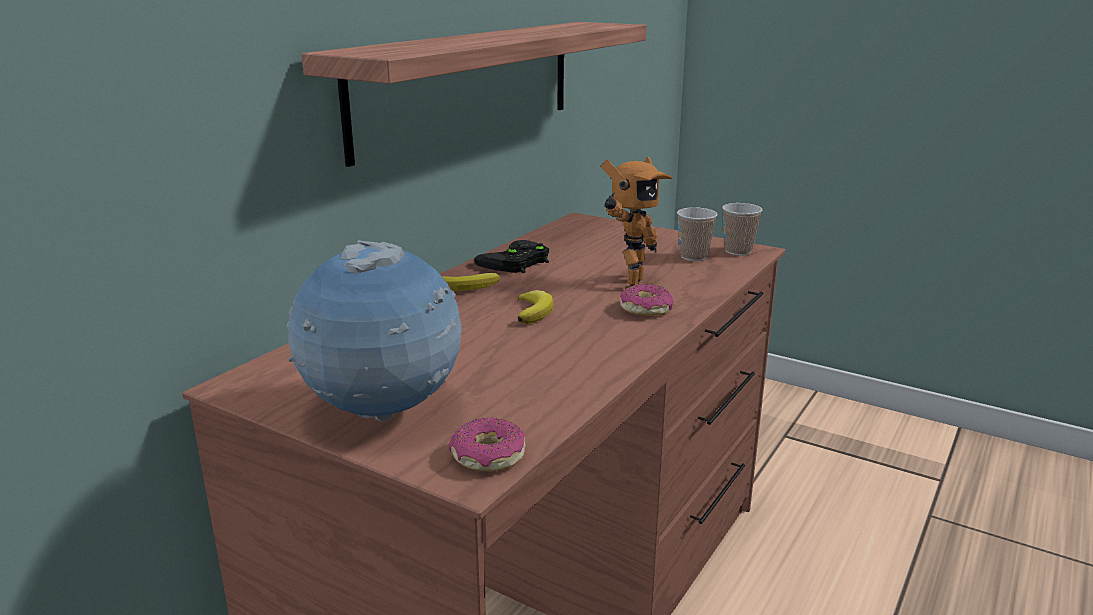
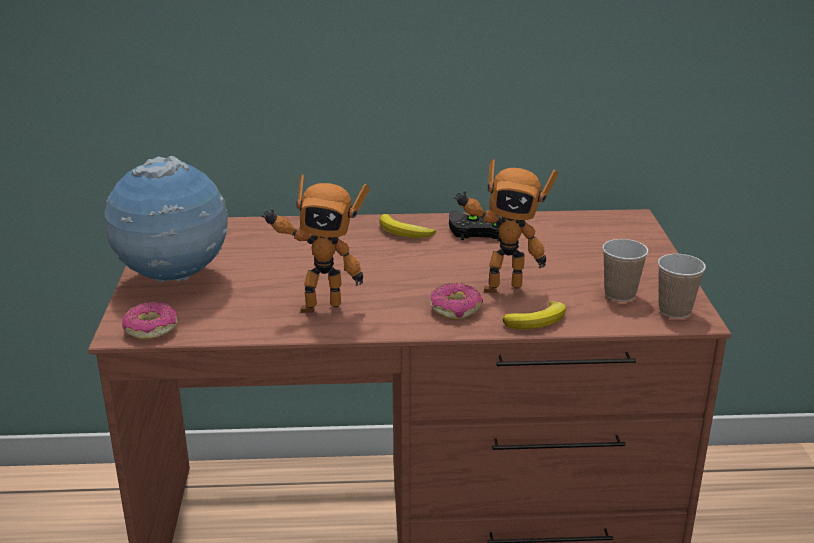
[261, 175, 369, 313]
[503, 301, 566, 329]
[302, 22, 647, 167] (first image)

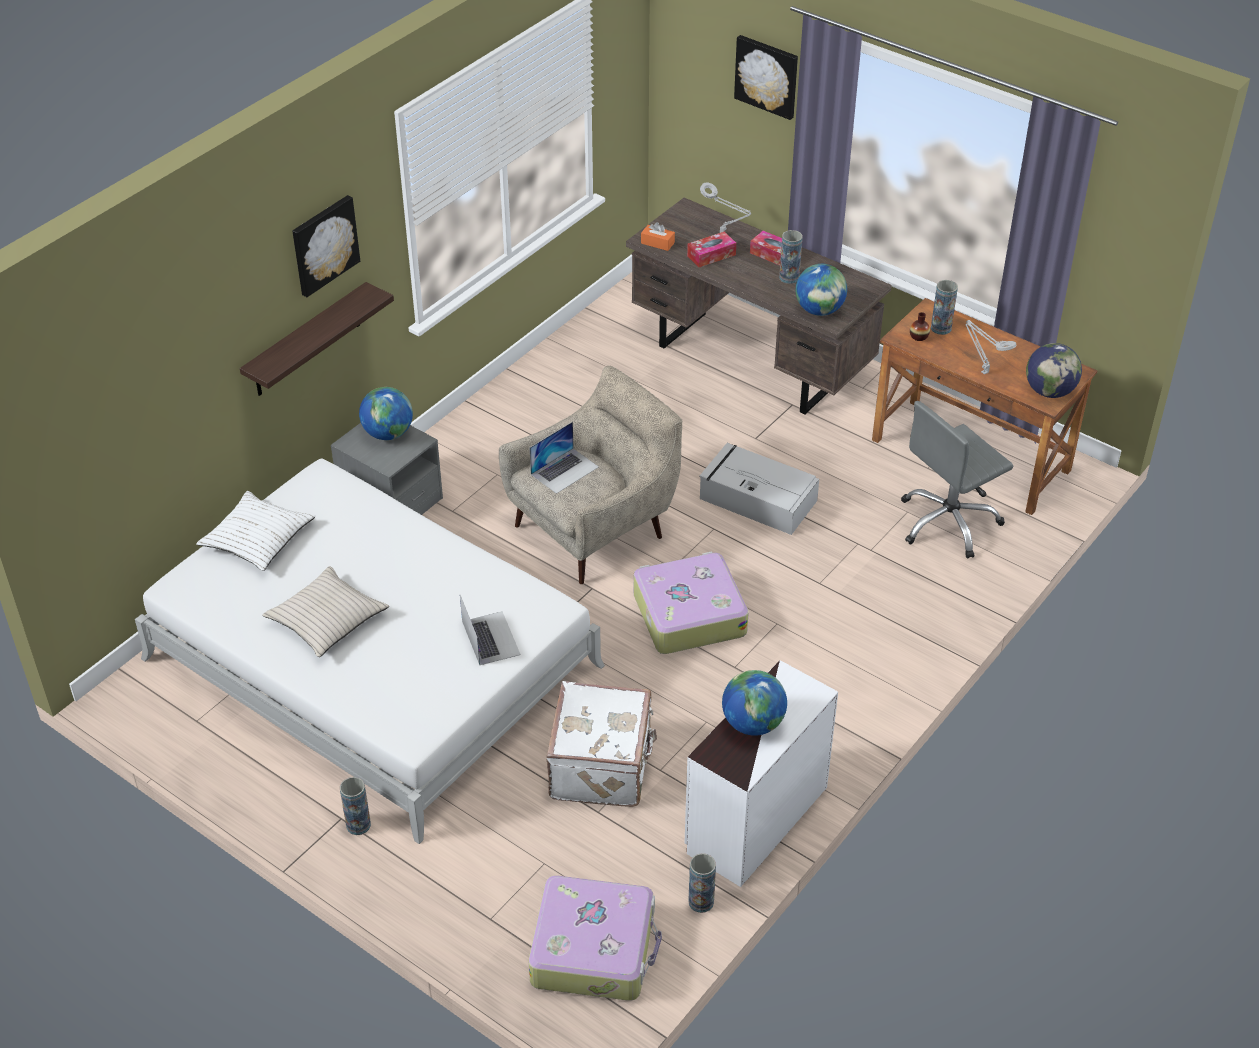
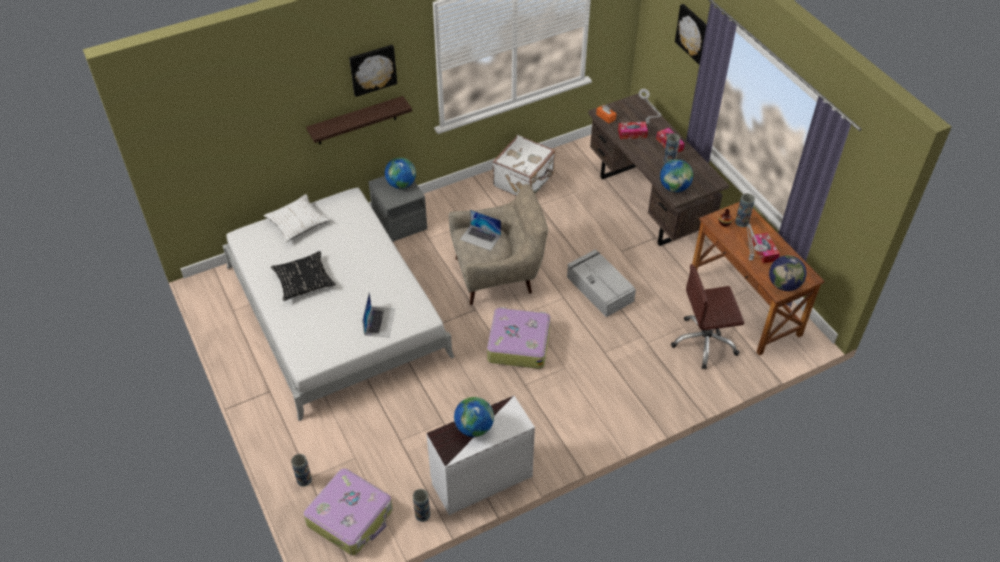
[271, 251, 336, 301]
[291, 454, 312, 486]
[460, 210, 501, 251]
[492, 135, 555, 196]
[671, 264, 744, 369]
[752, 232, 780, 263]

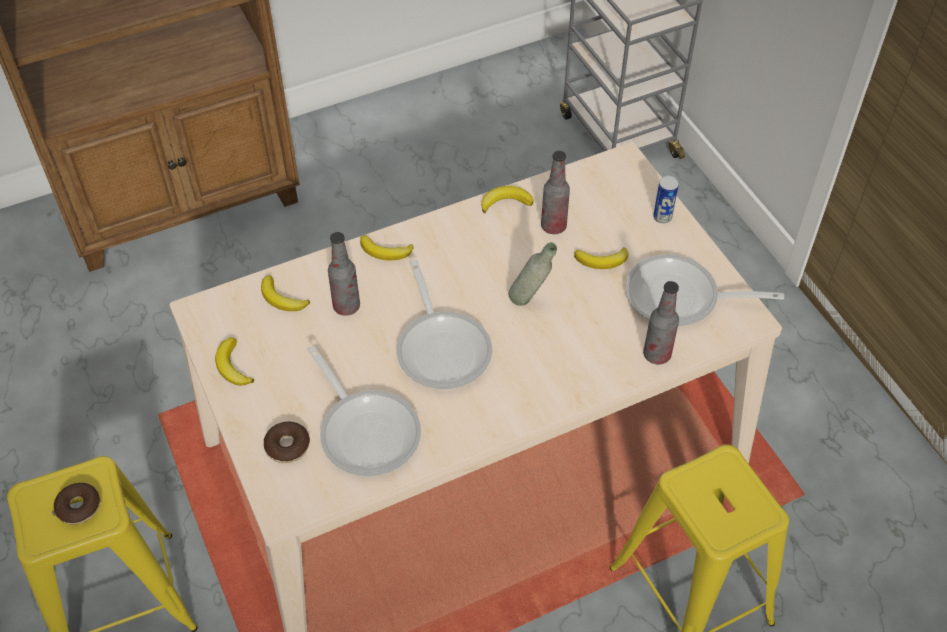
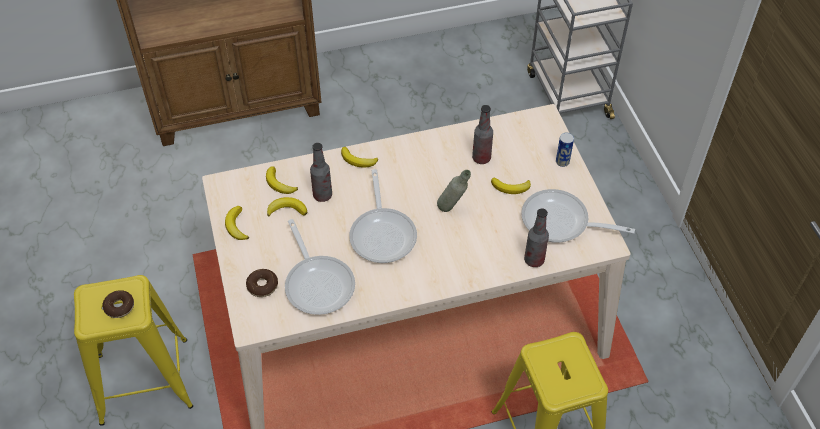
[267, 197, 307, 217]

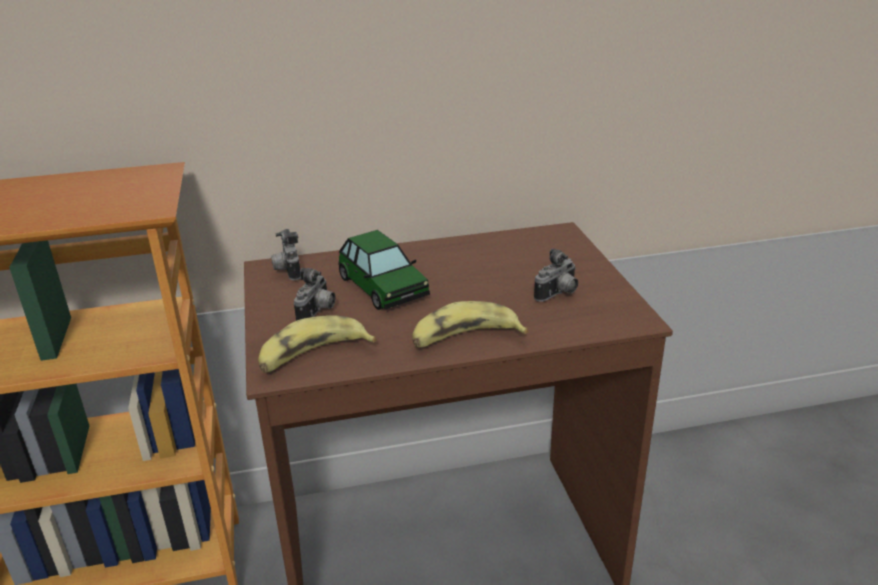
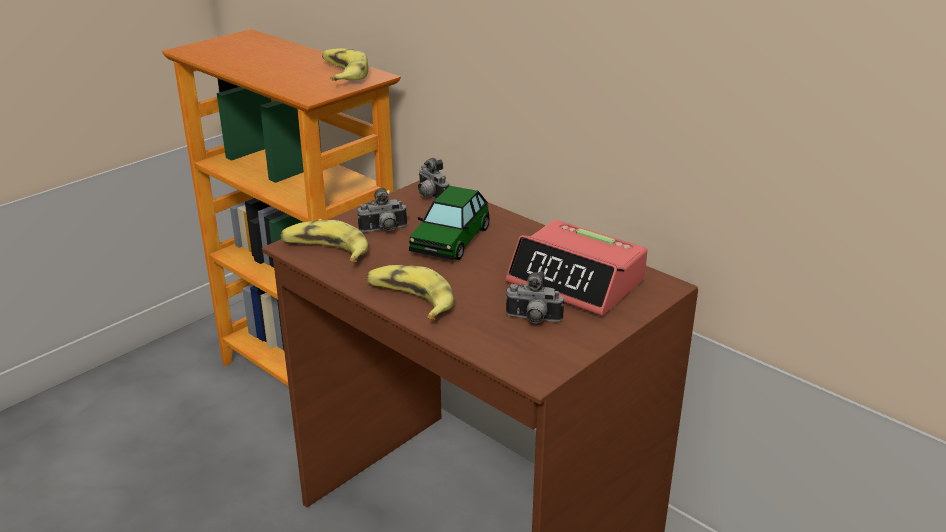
[322, 48, 368, 81]
[418, 158, 449, 199]
[506, 220, 647, 316]

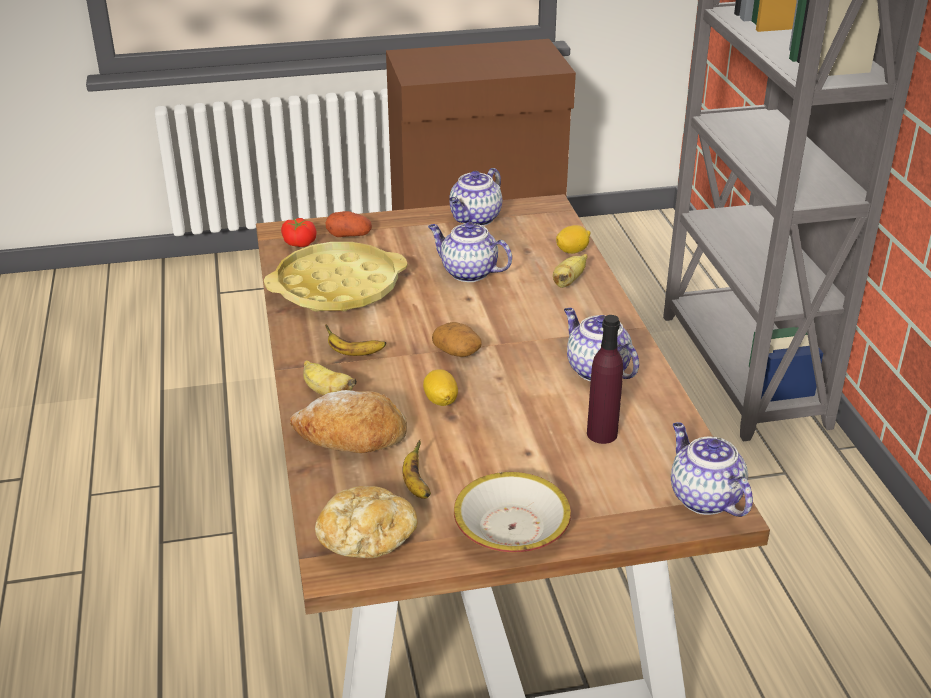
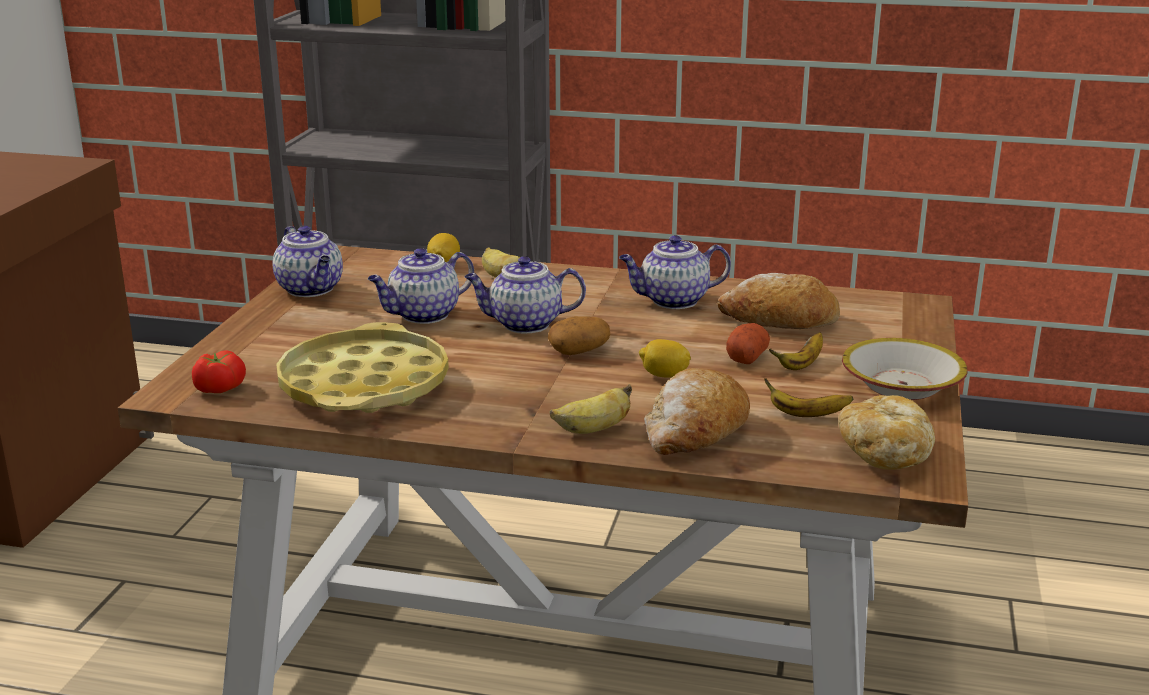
[464, 256, 586, 333]
[717, 273, 840, 329]
[726, 323, 770, 364]
[769, 332, 823, 370]

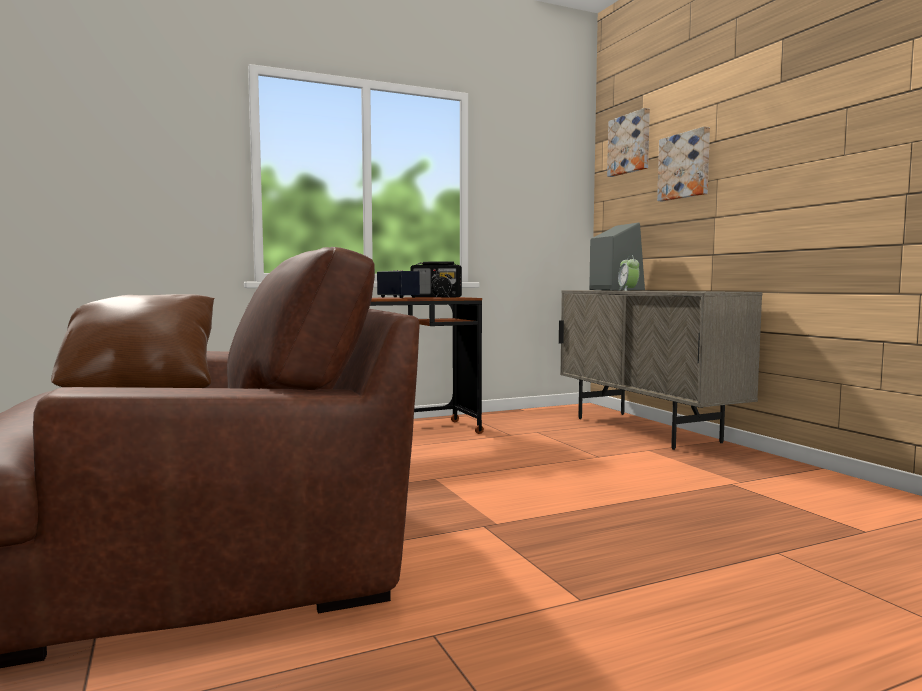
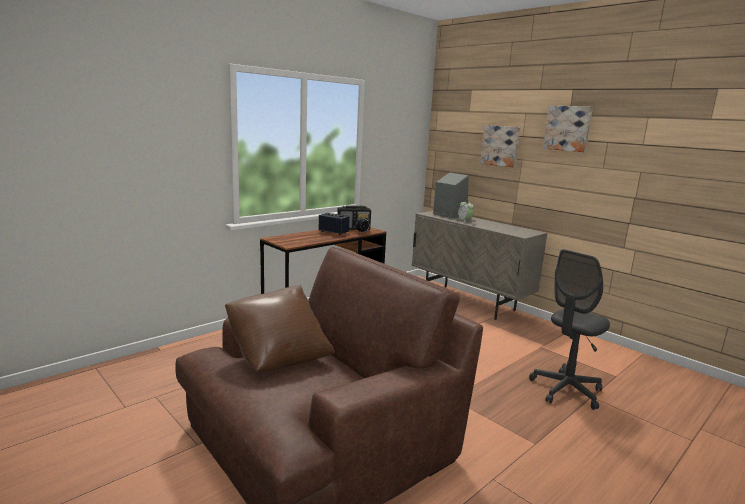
[529, 249, 610, 410]
[543, 106, 593, 152]

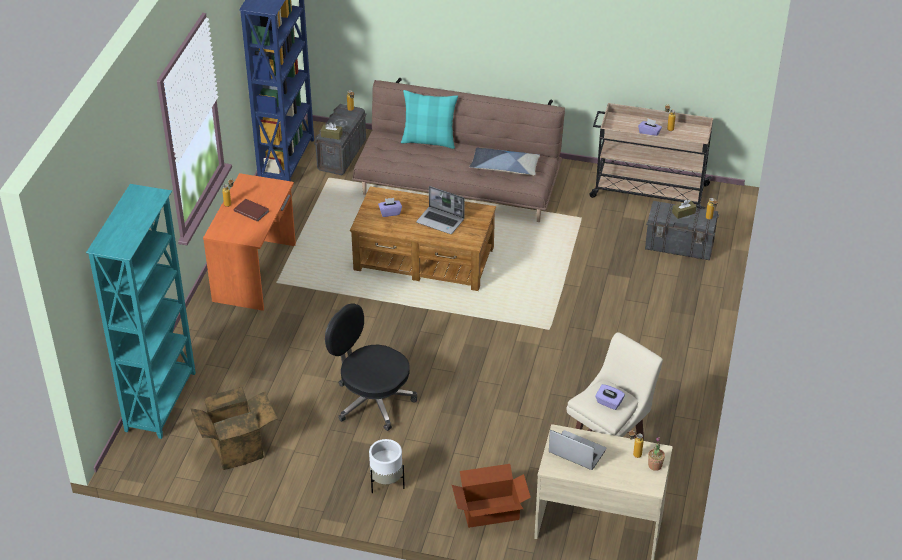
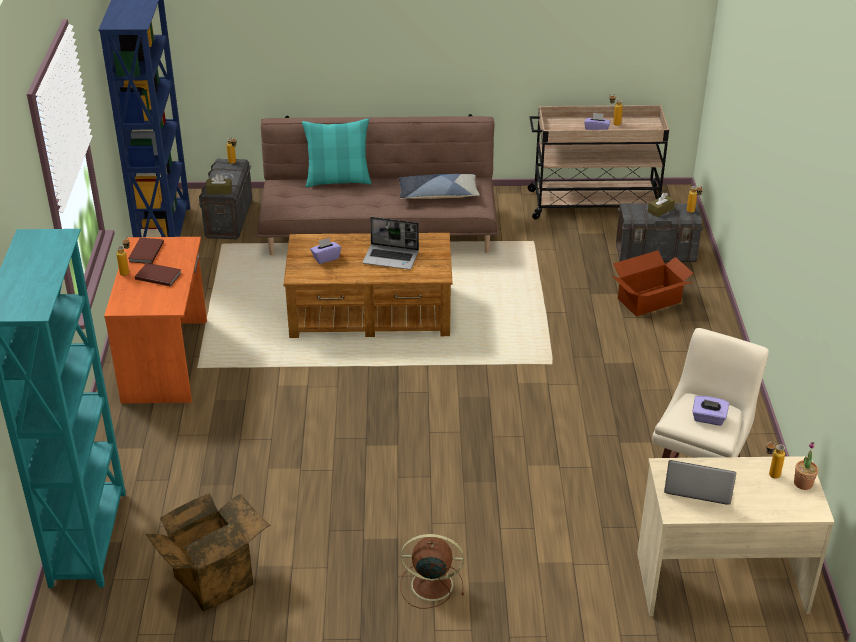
[128, 238, 164, 264]
[400, 534, 464, 609]
[612, 250, 693, 316]
[325, 303, 417, 431] (first image)

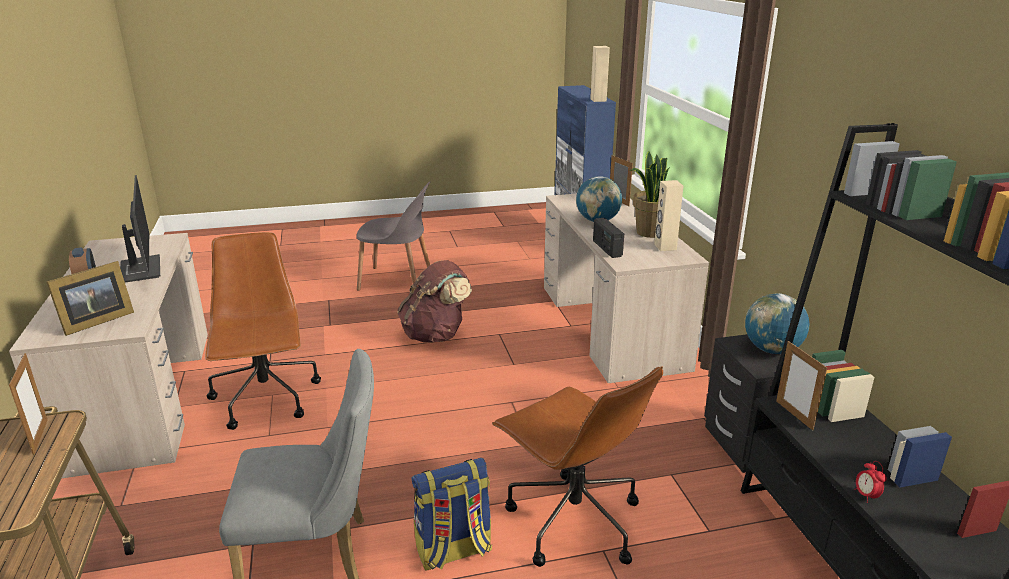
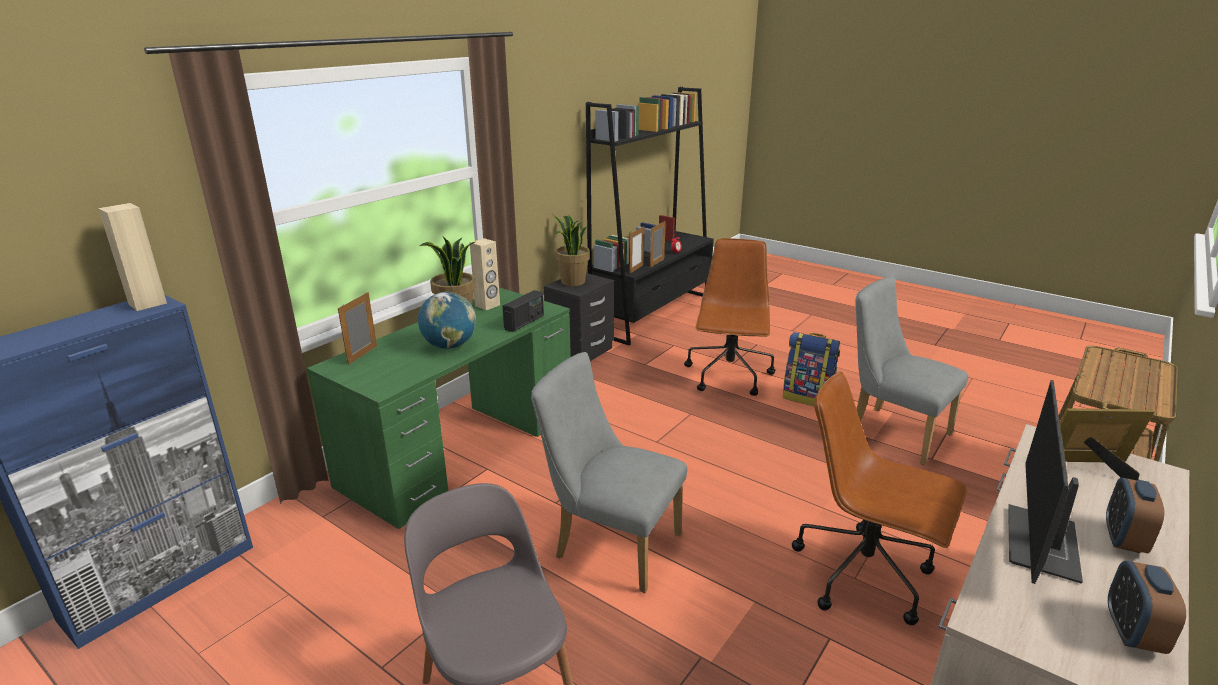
[307, 288, 571, 529]
[531, 352, 687, 593]
[552, 214, 590, 286]
[650, 221, 666, 267]
[792, 371, 967, 625]
[1108, 561, 1186, 654]

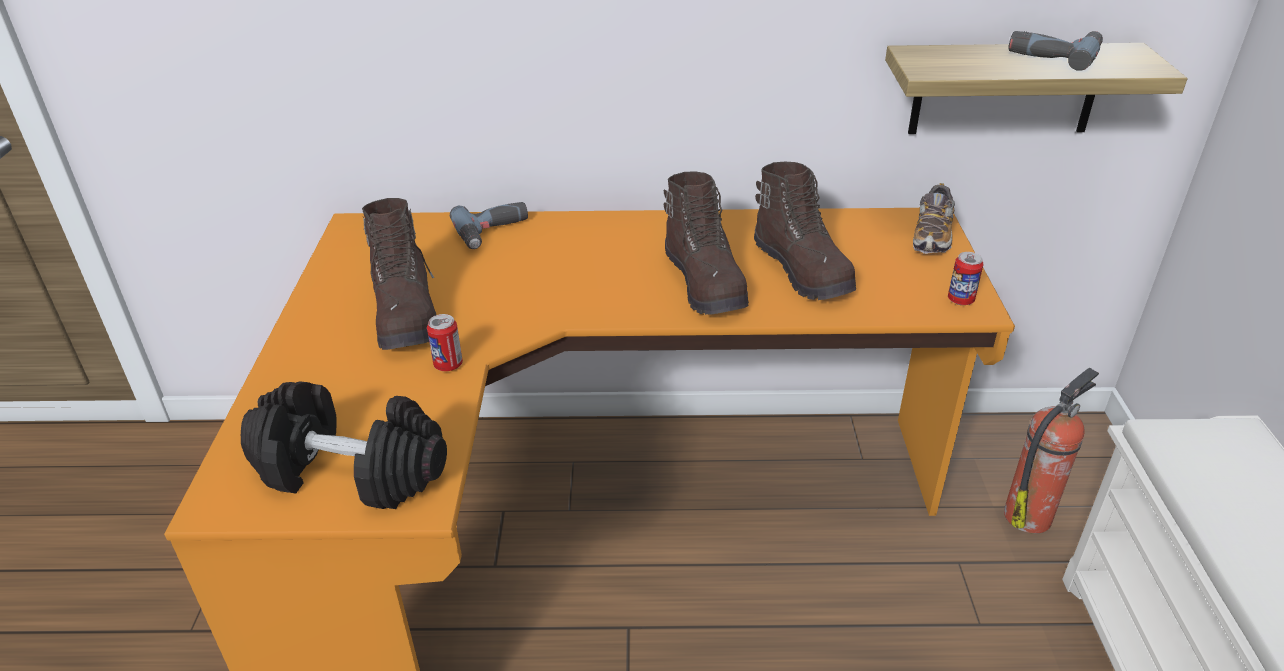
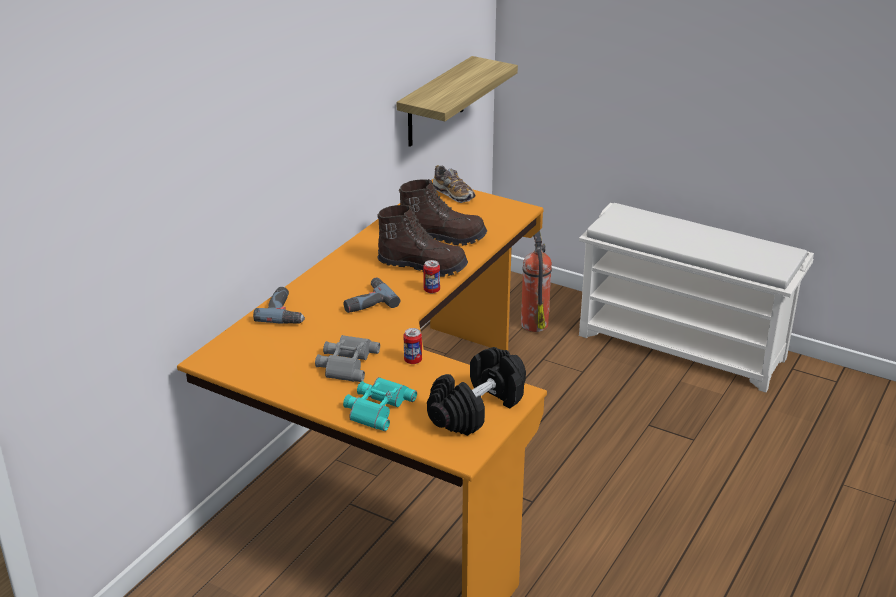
[315, 335, 380, 382]
[343, 277, 401, 313]
[343, 377, 417, 431]
[423, 260, 440, 293]

